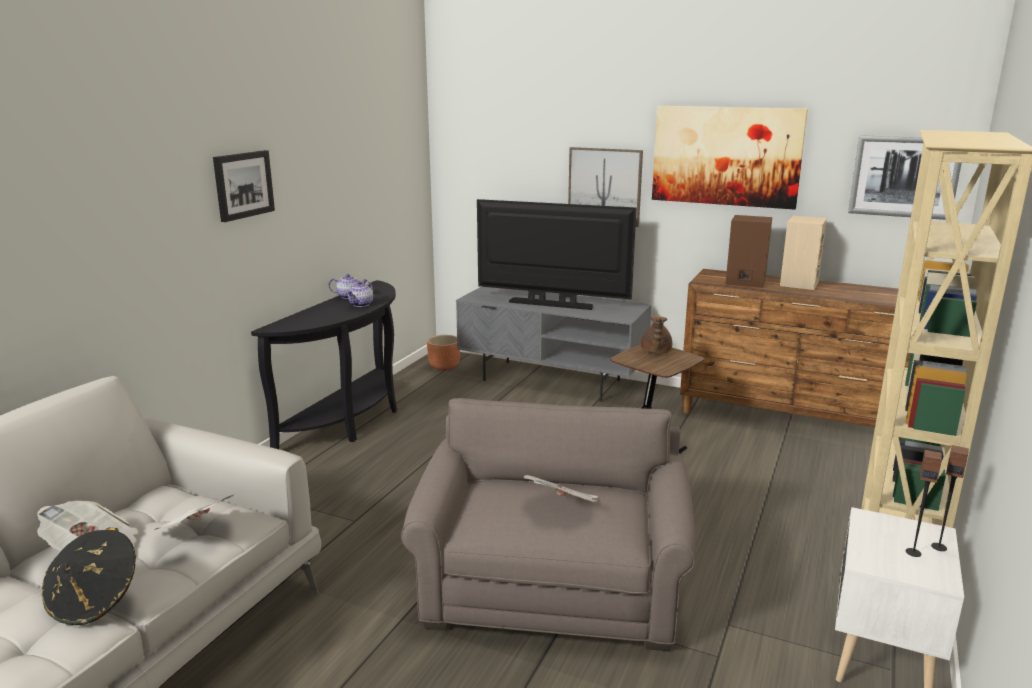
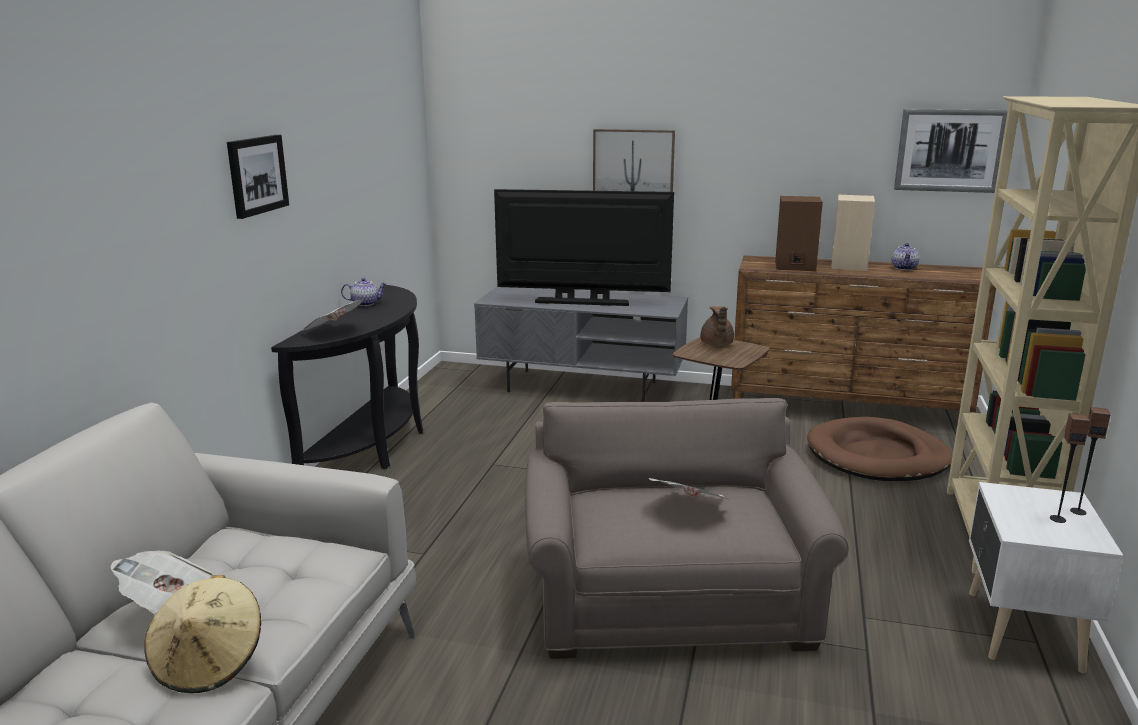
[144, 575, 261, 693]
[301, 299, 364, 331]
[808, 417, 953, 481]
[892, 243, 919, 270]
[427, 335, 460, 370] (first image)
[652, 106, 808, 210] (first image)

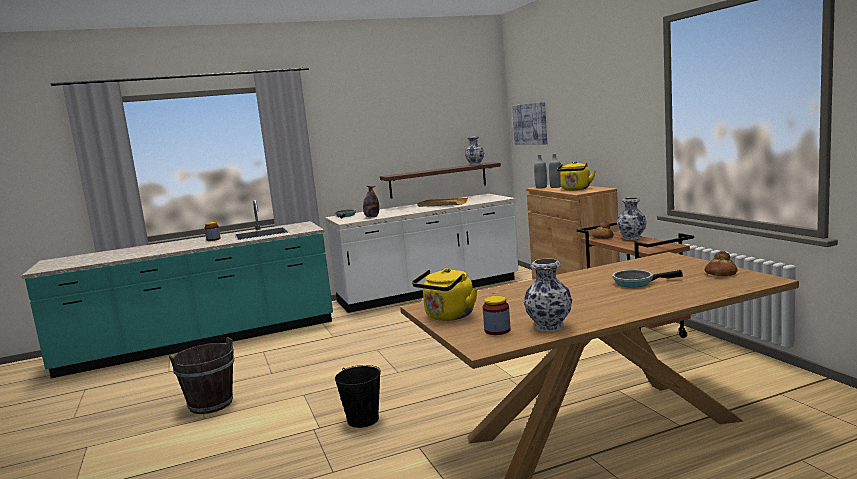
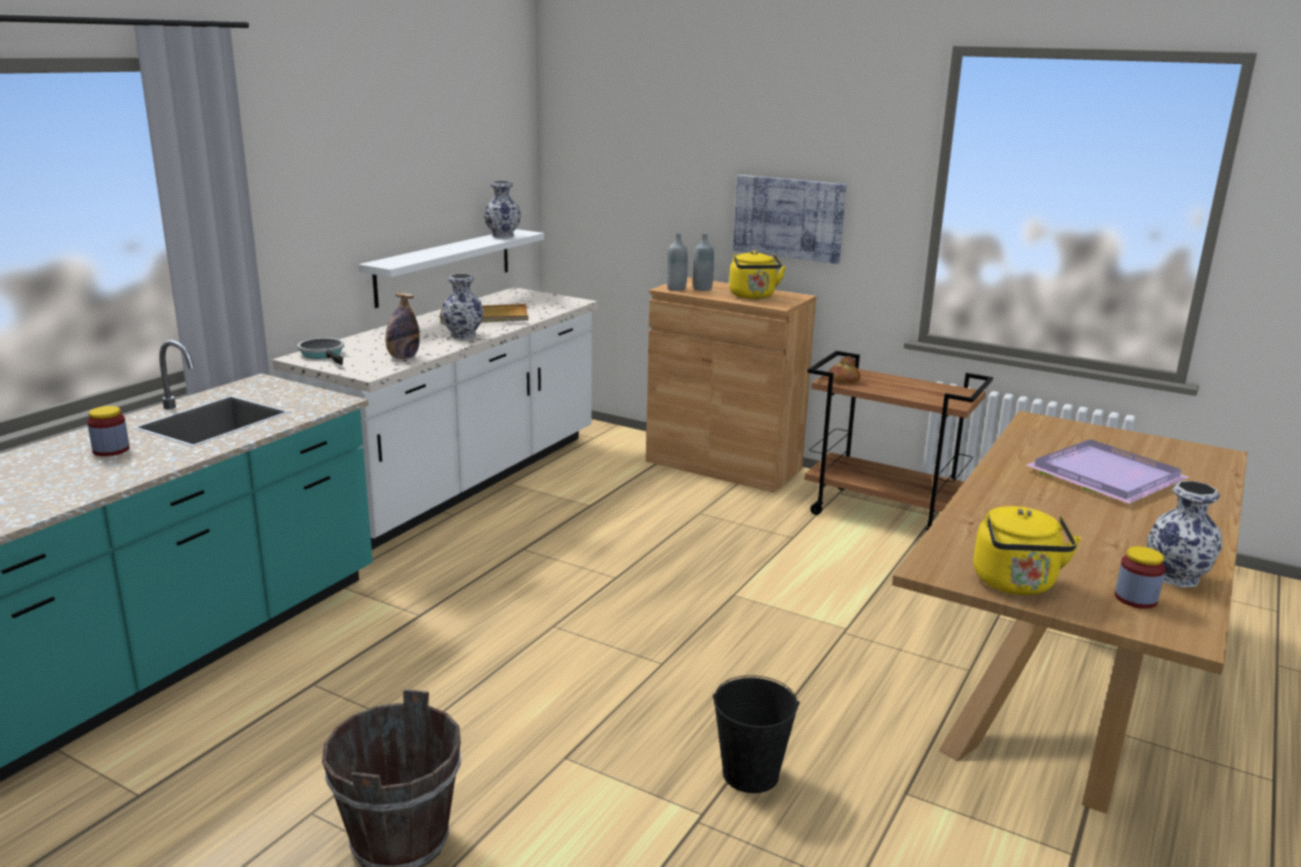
[359, 229, 544, 308]
[441, 274, 484, 339]
[733, 175, 846, 264]
[1026, 439, 1190, 504]
[705, 251, 737, 276] (first image)

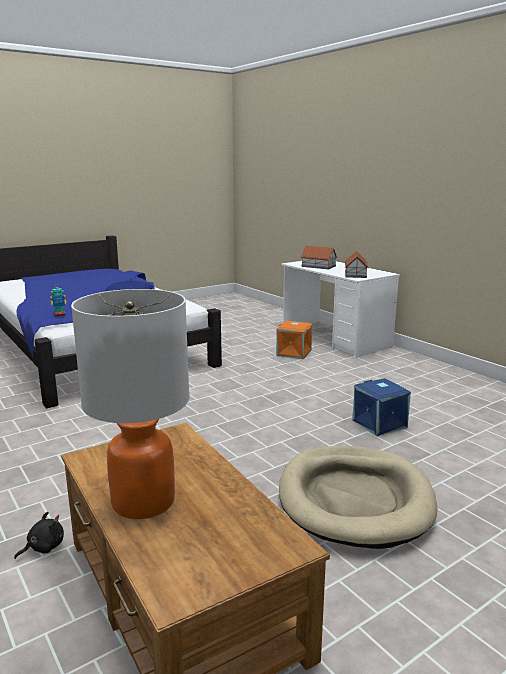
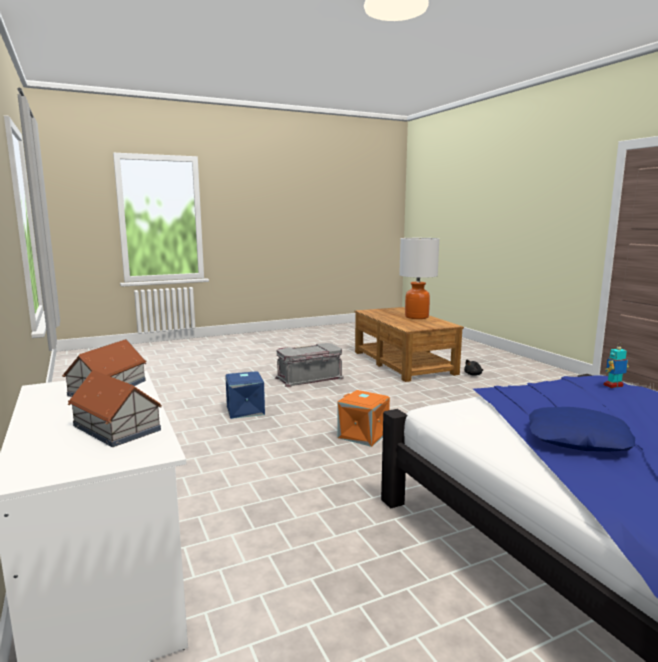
[275, 343, 344, 387]
[337, 390, 390, 447]

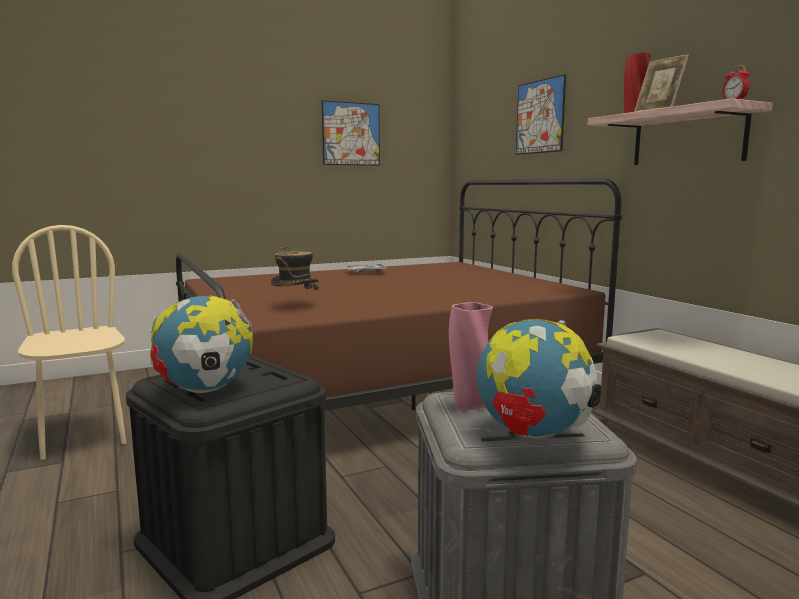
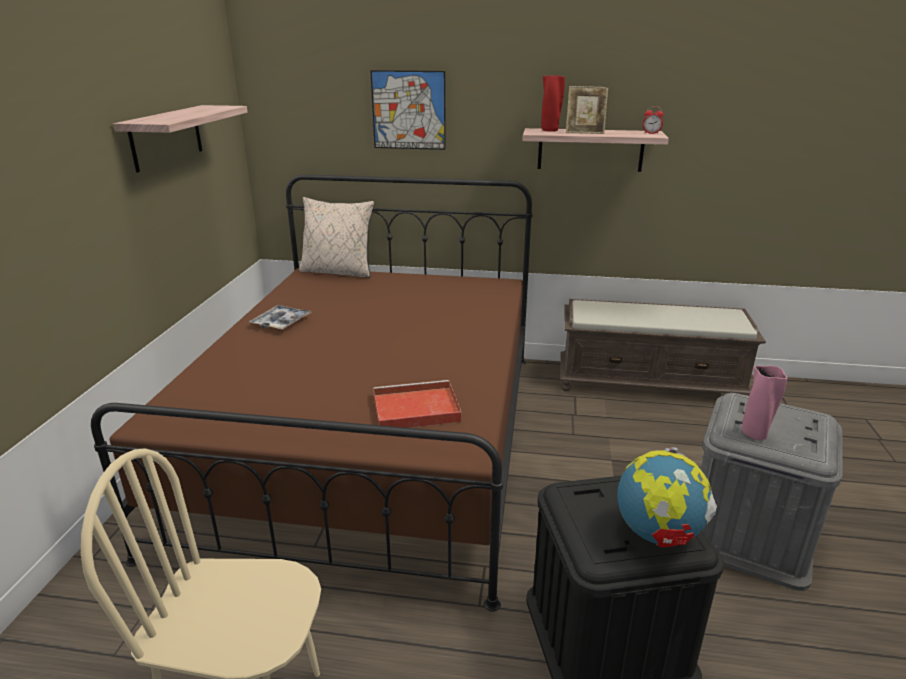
[114, 105, 247, 172]
[299, 197, 374, 278]
[373, 380, 462, 428]
[477, 319, 601, 439] (first image)

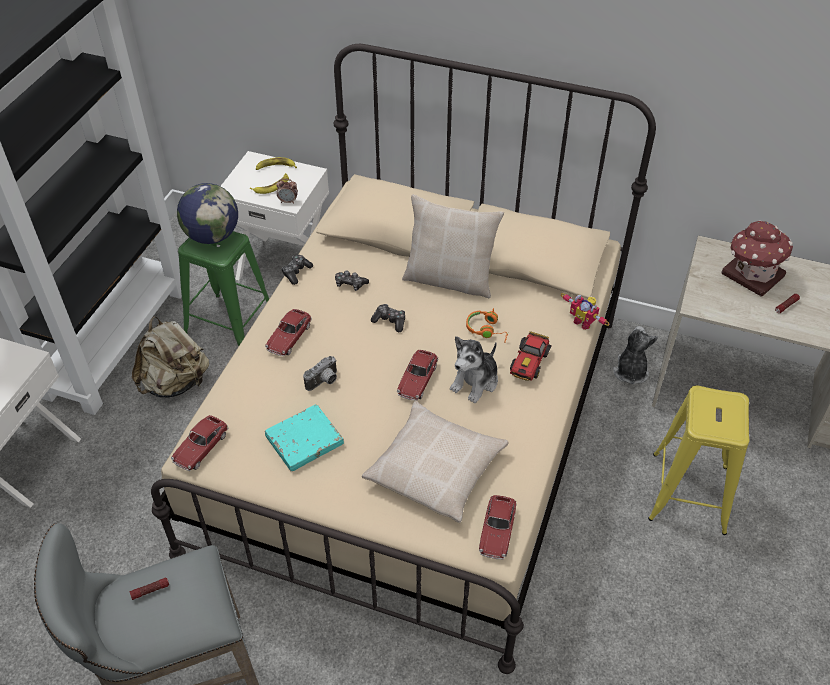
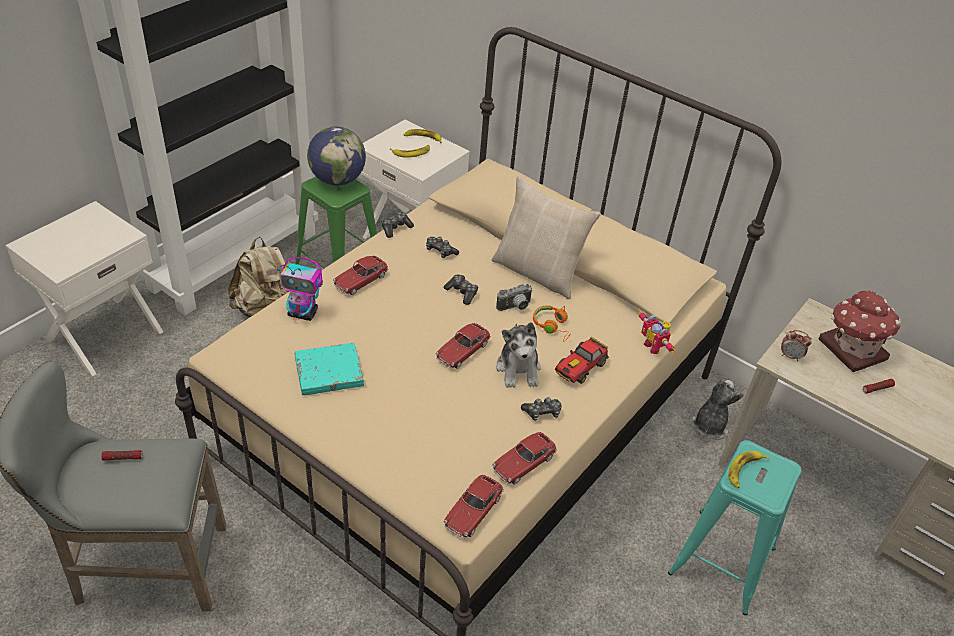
[277, 257, 323, 321]
[492, 432, 557, 485]
[496, 284, 533, 311]
[496, 322, 541, 388]
[521, 397, 562, 421]
[668, 440, 802, 615]
[728, 451, 769, 488]
[781, 330, 812, 361]
[362, 401, 509, 523] (first image)

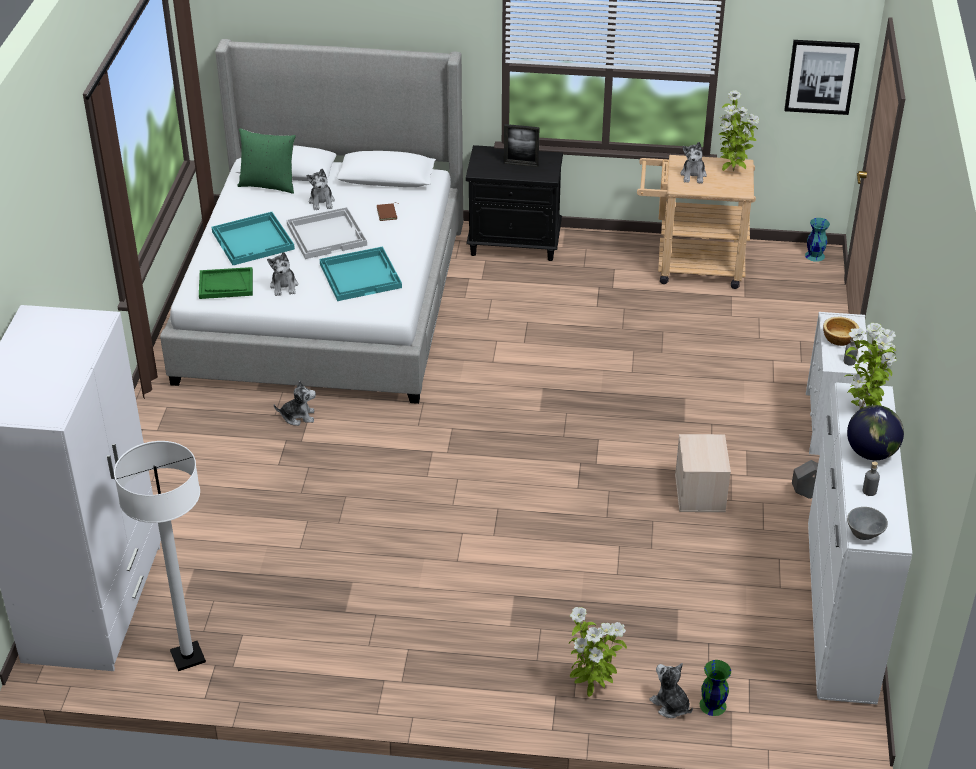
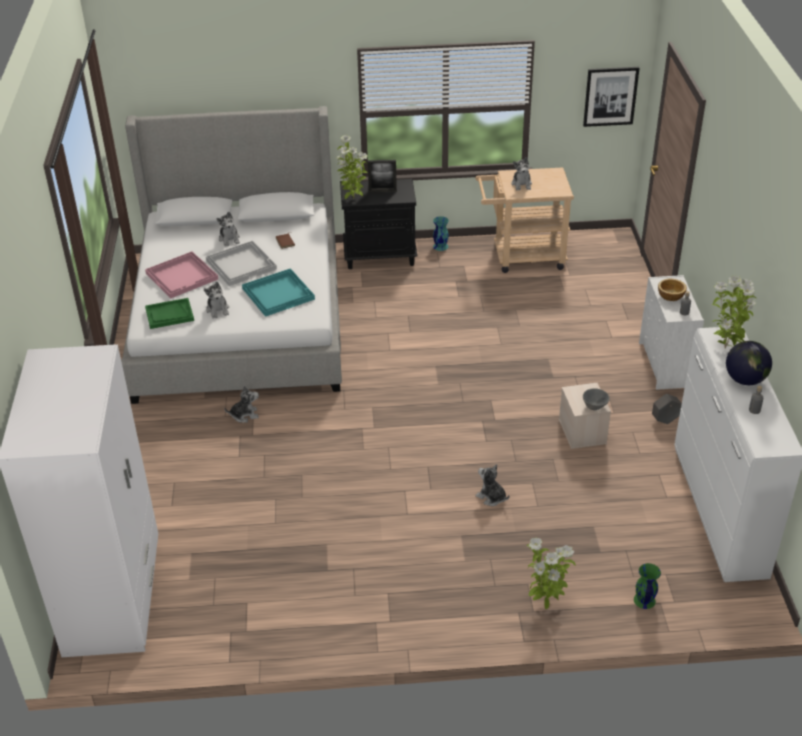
[145, 251, 218, 298]
[337, 135, 368, 199]
[433, 216, 449, 251]
[475, 464, 509, 506]
[583, 388, 610, 410]
[114, 441, 206, 671] (first image)
[237, 128, 296, 194] (first image)

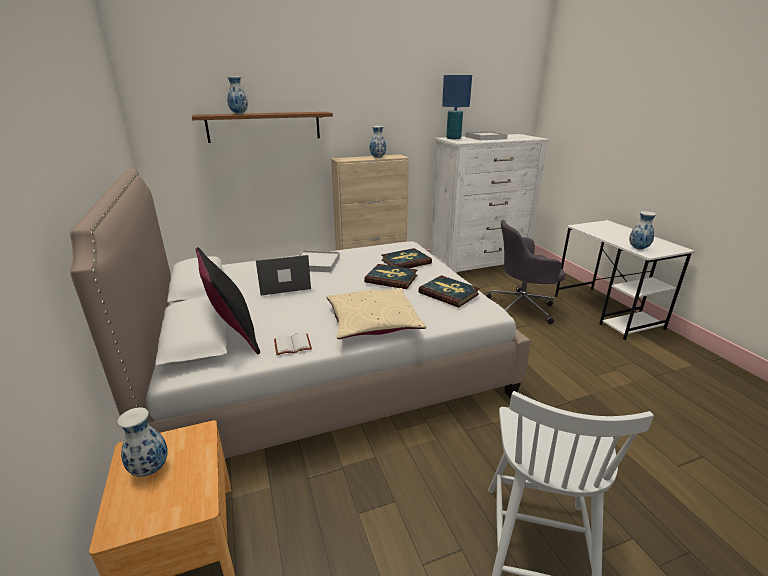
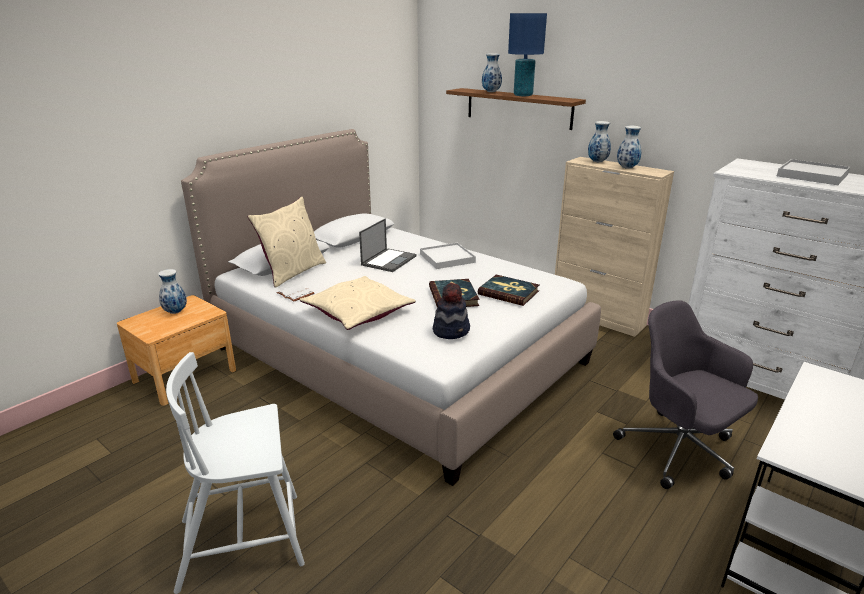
[248, 197, 326, 288]
[359, 218, 417, 272]
[433, 283, 470, 339]
[508, 13, 547, 96]
[588, 121, 611, 162]

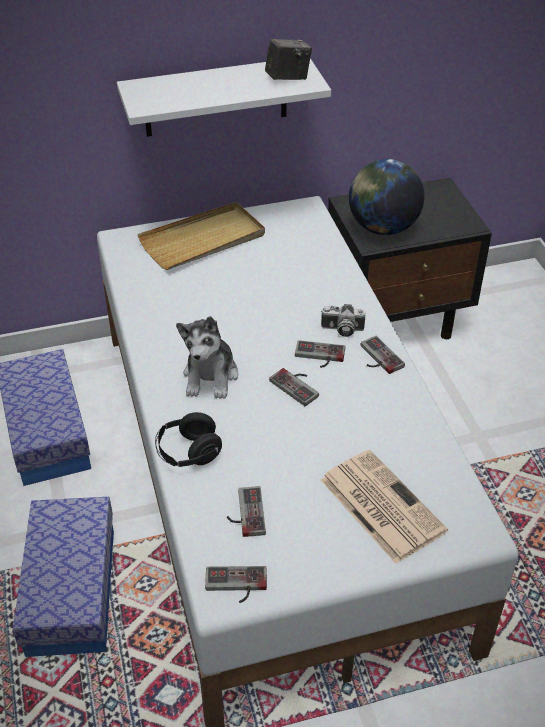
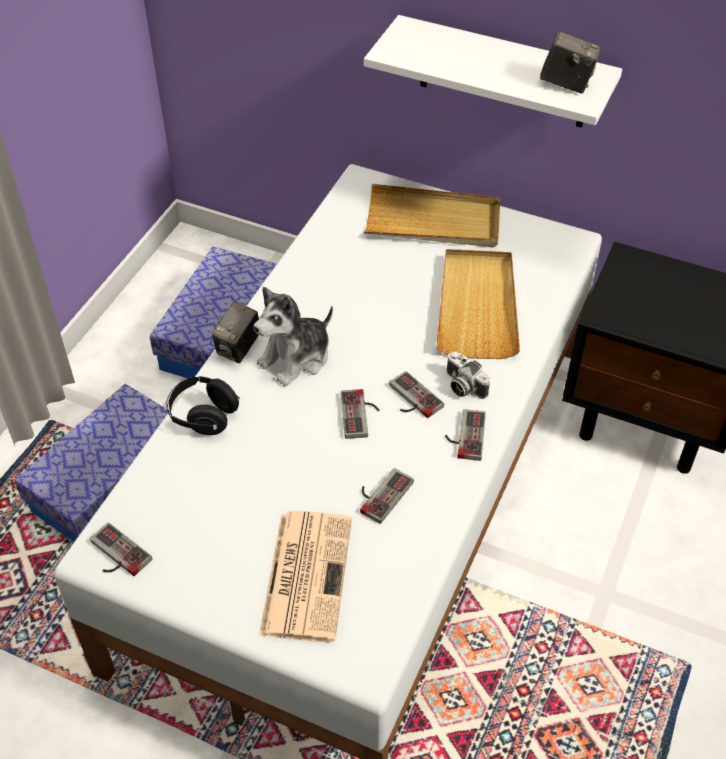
[212, 301, 259, 364]
[360, 468, 414, 524]
[436, 249, 520, 359]
[349, 159, 424, 235] (first image)

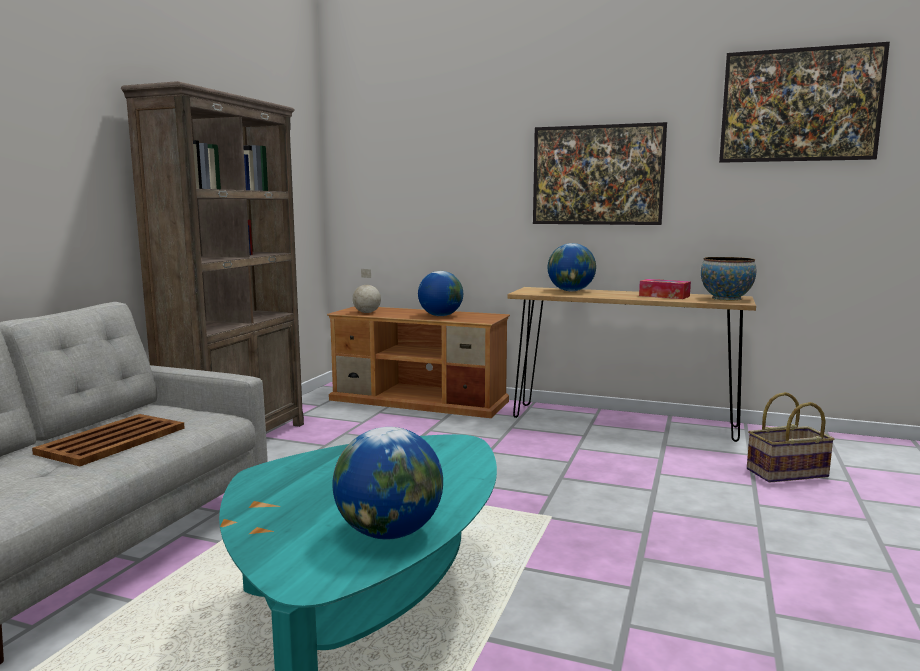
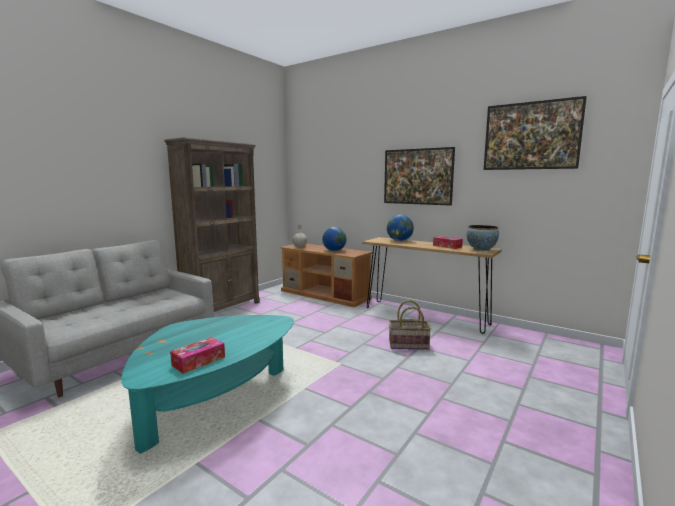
[170, 337, 225, 374]
[389, 300, 431, 350]
[32, 414, 185, 466] (first image)

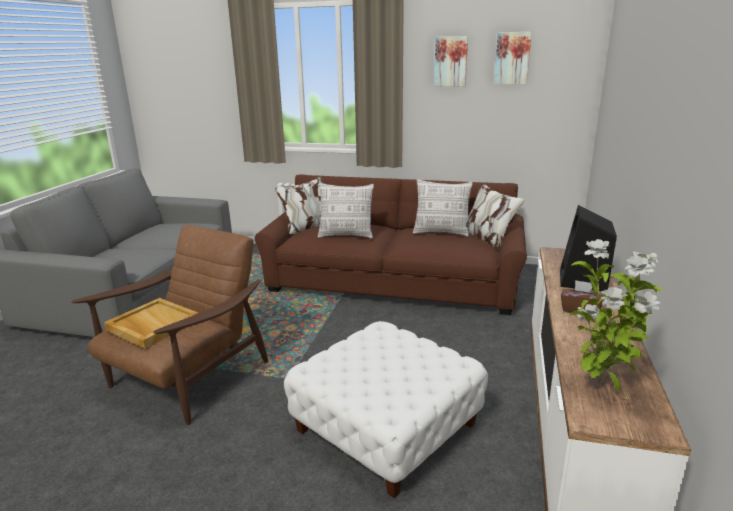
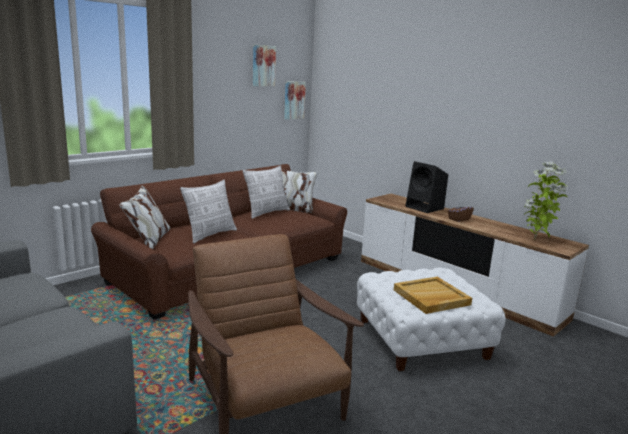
[284, 82, 306, 120]
[394, 277, 472, 314]

